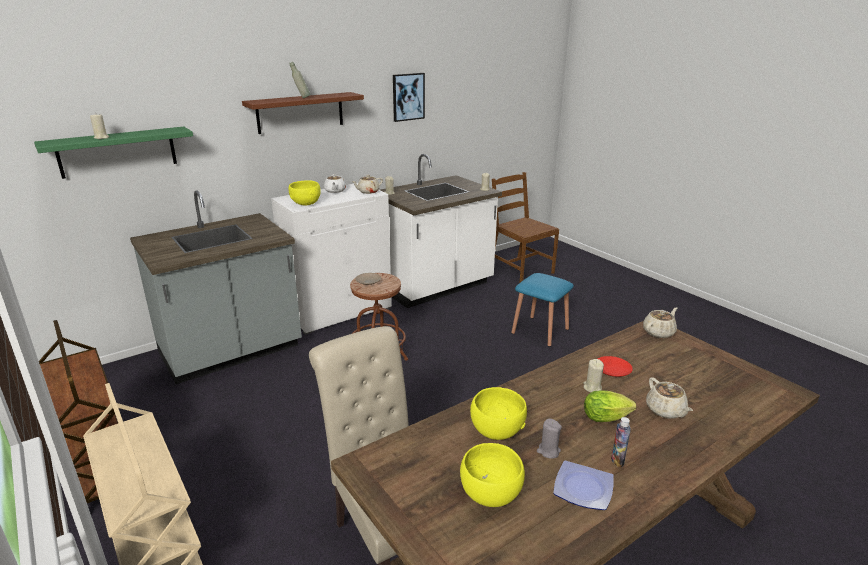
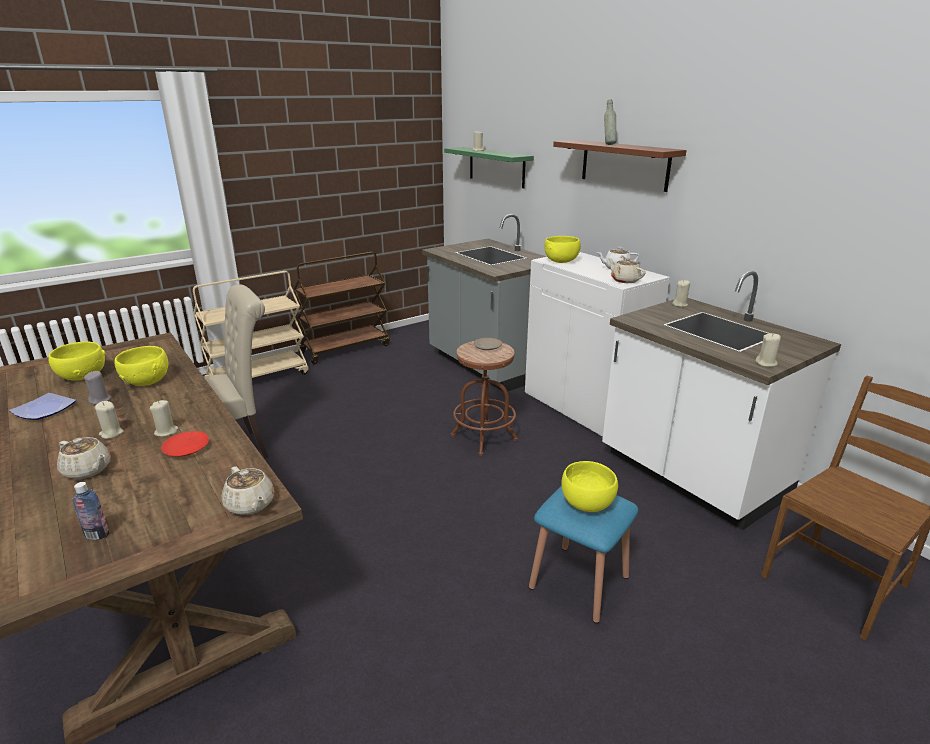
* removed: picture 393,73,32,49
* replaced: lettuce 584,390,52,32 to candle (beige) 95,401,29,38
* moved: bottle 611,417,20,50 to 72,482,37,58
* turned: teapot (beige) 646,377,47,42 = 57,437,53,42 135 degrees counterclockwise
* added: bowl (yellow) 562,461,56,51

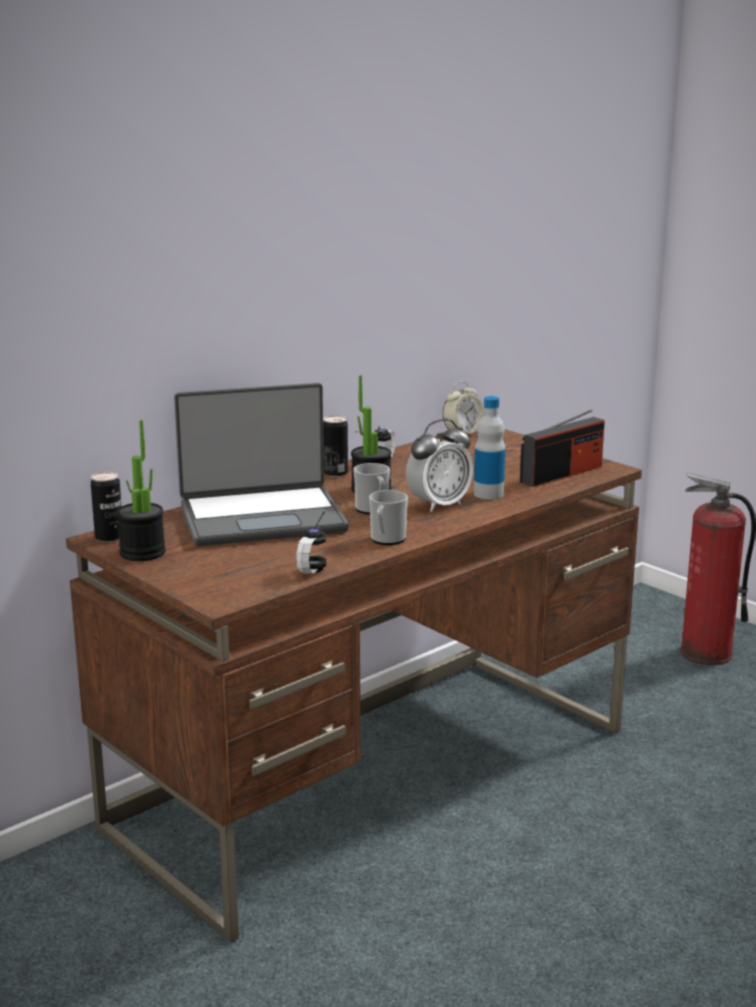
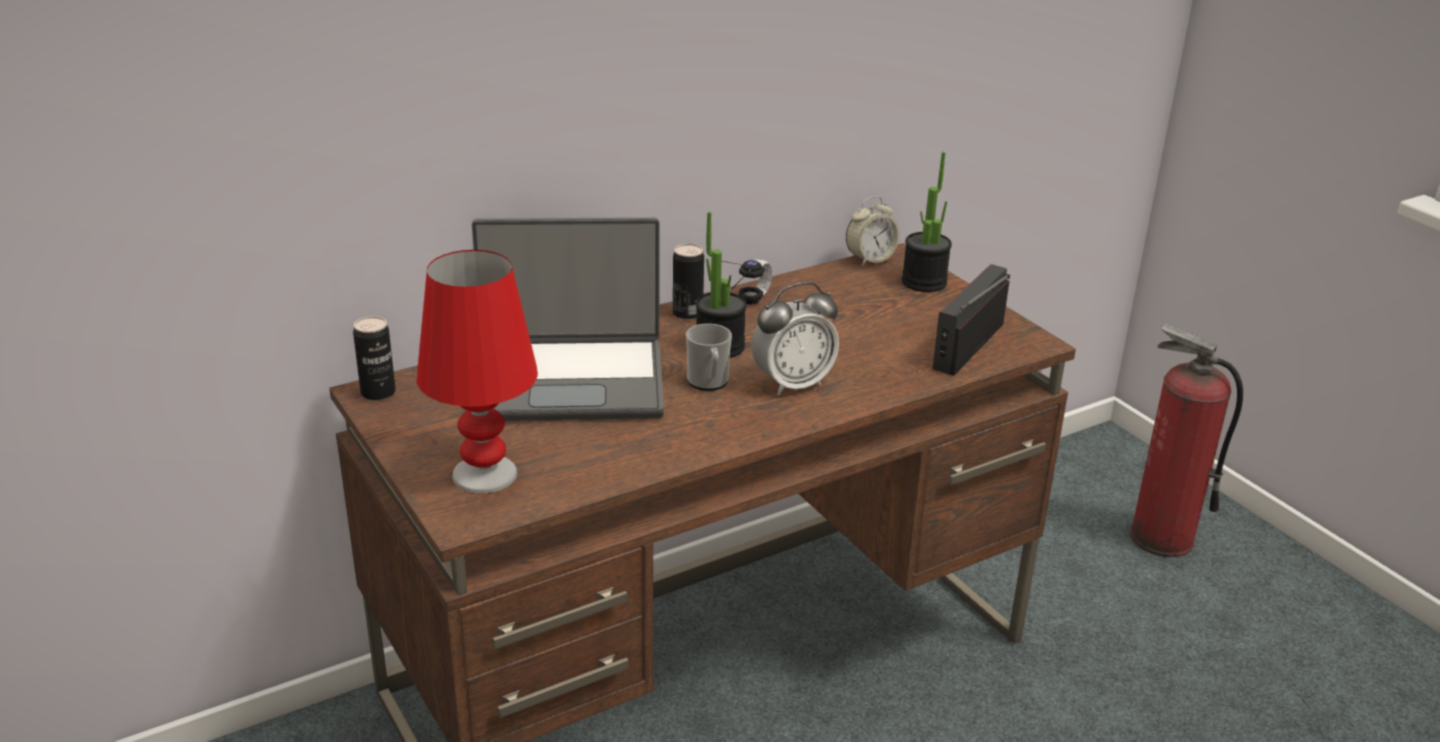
* moved: potted plant 117,420,49,141 to 902,152,50,140
* removed: headphones 296,509,52,64
* removed: mug 369,490,39,55
* removed: bottle 474,396,31,103
* turned: radio 520,409,85,78 = 932,264,78,112 150 degrees clockwise
* added: table lamp (red) 417,250,121,243

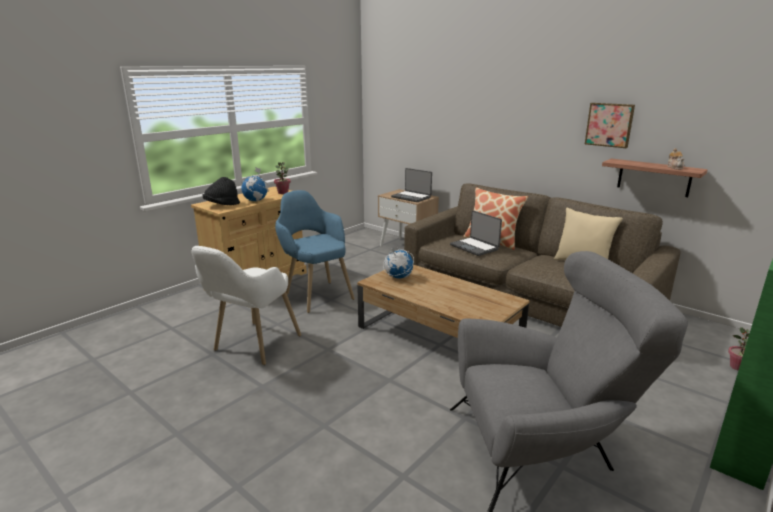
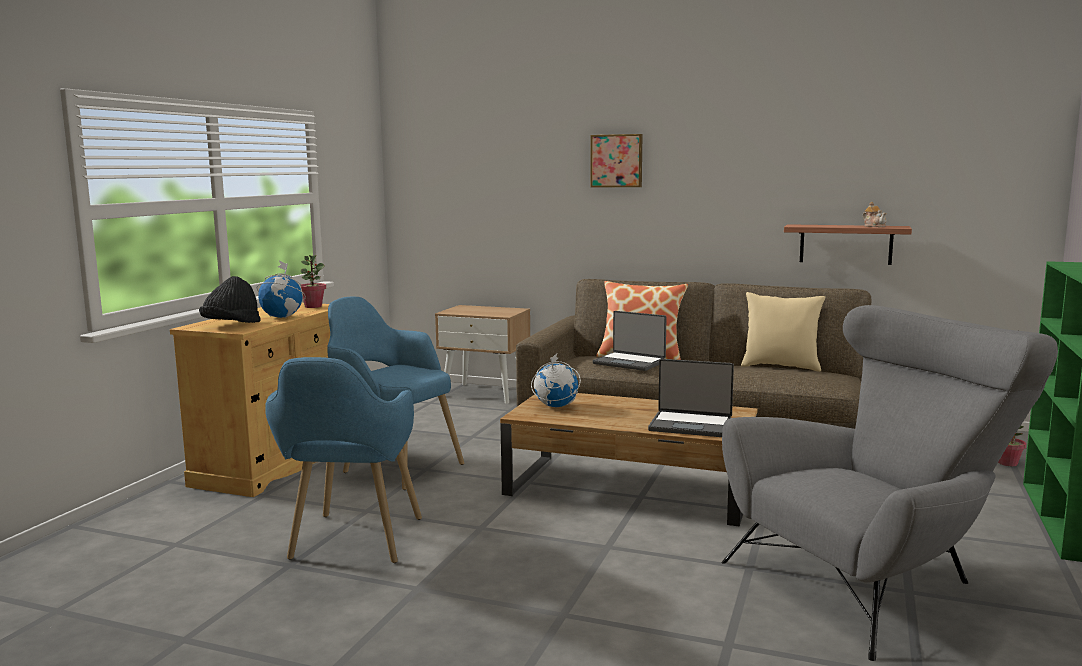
* recoloured: armchair (white) 191,246,110,119 to armchair (blue) 265,357,157,206
* moved: laptop 391,168,41,34 to 648,359,86,78
* moved: picture 585,103,50,45 to 591,134,51,53

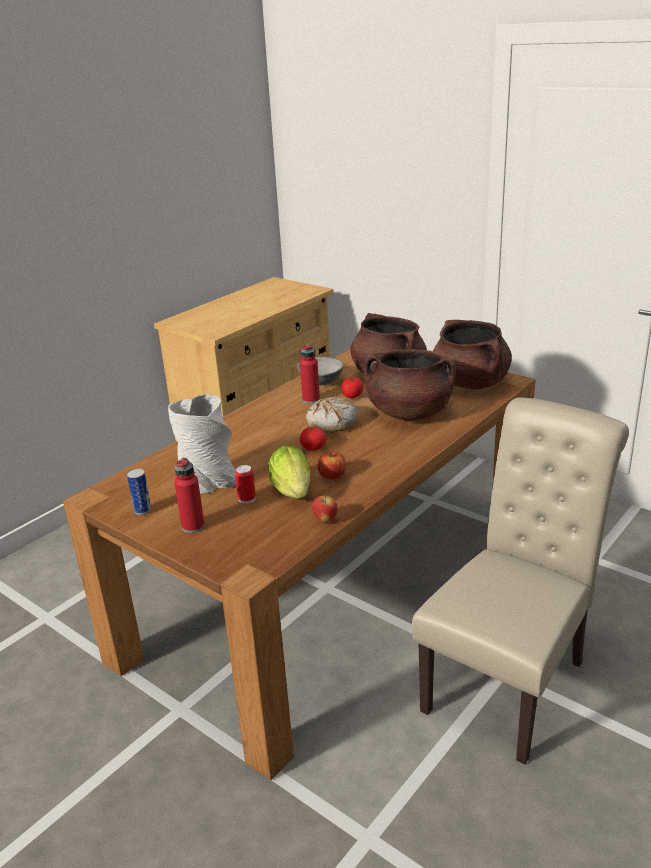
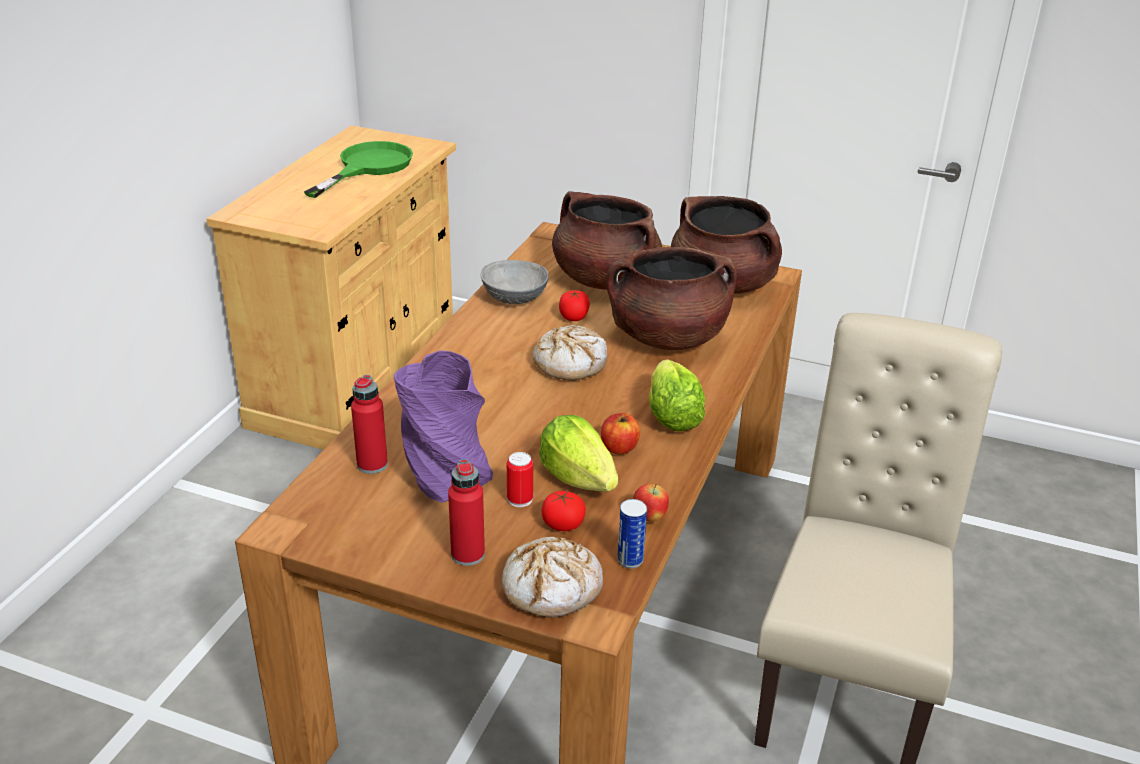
* moved: can 127,469,24,46 to 617,499,30,70
* recoloured: vase (grey) 168,394,68,100 to vase (purple) 393,350,100,153
* moved: bottle (red) 300,344,20,60 to 351,375,37,99
* moved: tomato 300,427,27,24 to 542,491,44,40
* added: frying pan (green) 304,141,109,57
* added: bread 501,536,102,82
* added: lettuce 649,359,56,72

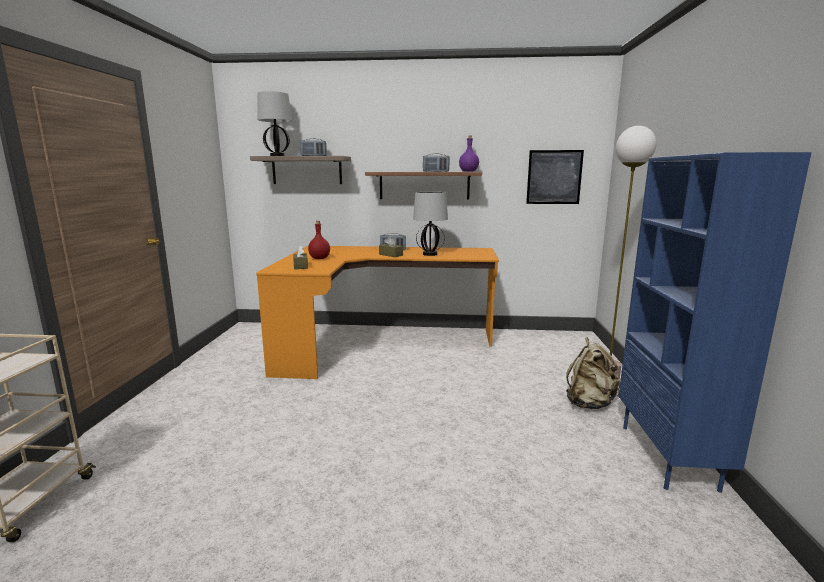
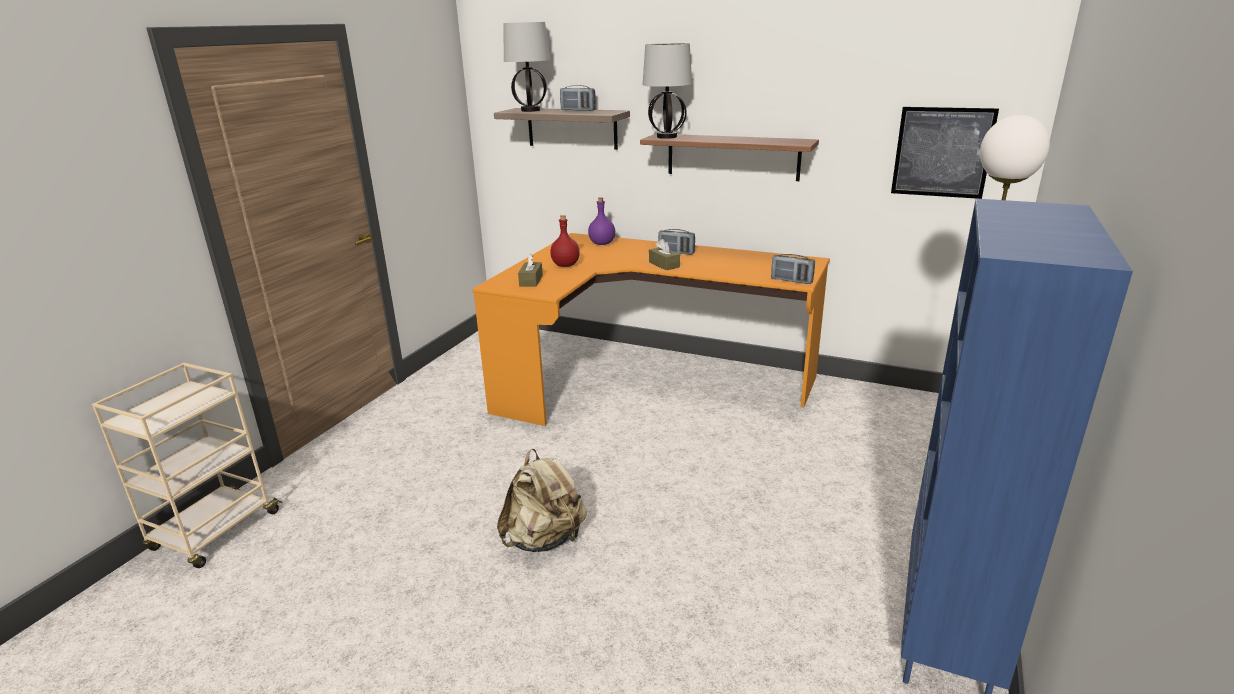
* moved: table lamp 413,192,35,64 to 643,43,49,96
* moved: radio 423,154,26,18 to 771,254,44,30
* moved: bottle (purple) 459,135,20,37 to 588,197,27,48
* moved: backpack (beige) 566,337,54,72 to 497,449,90,103

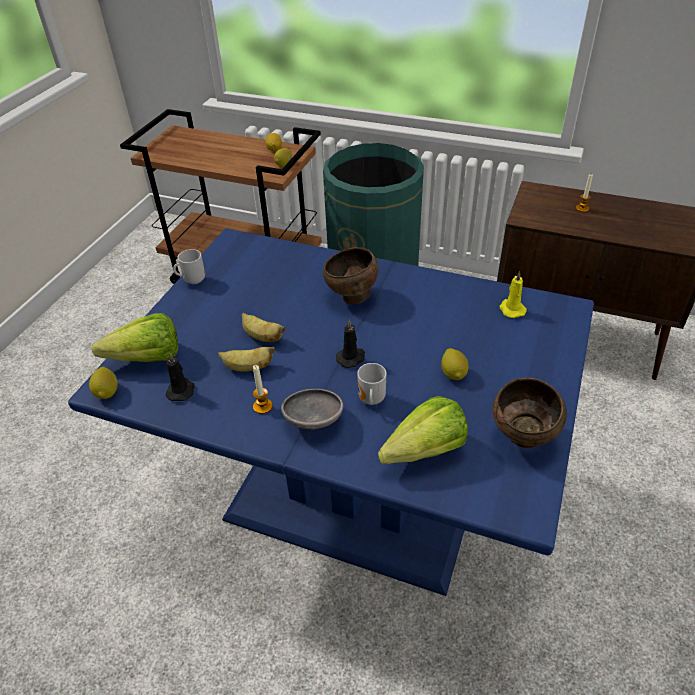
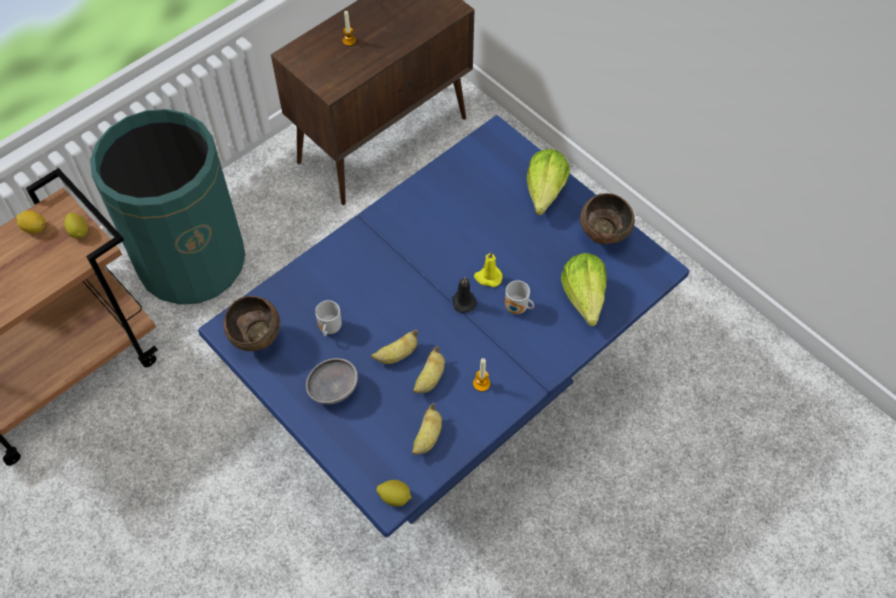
* moved: lettuce 92,313,86,49 to 527,149,43,66
* replaced: candle (black) 166,352,29,49 to banana 412,403,30,52
* moved: mug 173,249,32,35 to 315,300,27,36
* moved: bowl (grey) 281,389,62,40 to 306,358,52,47
* moved: bowl (brown) 323,247,55,57 to 223,296,57,55
* removed: lemon 441,348,27,32
* moved: candle (yellow) 499,271,28,47 to 474,252,29,35

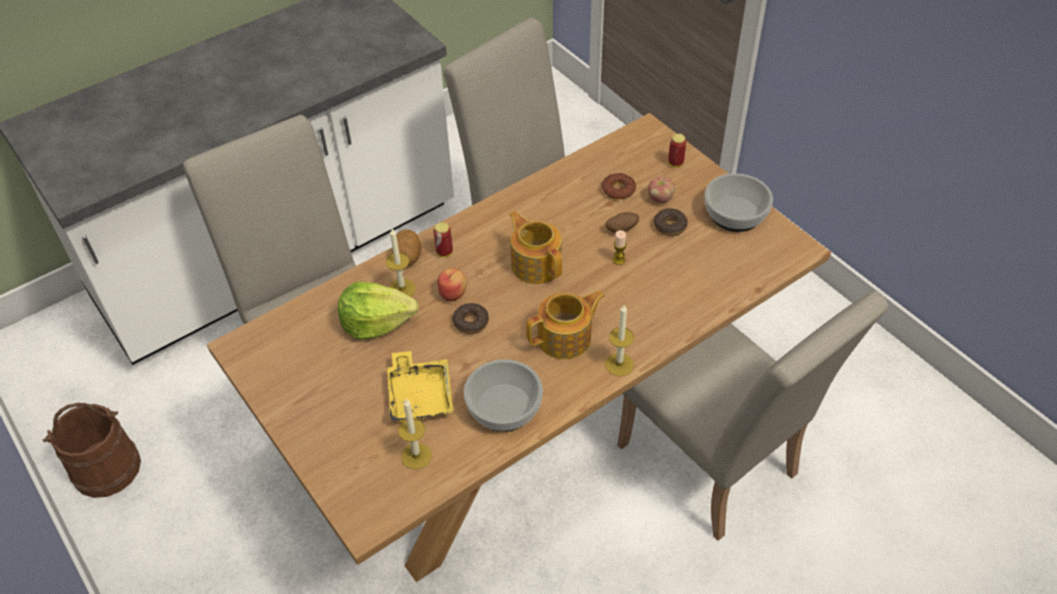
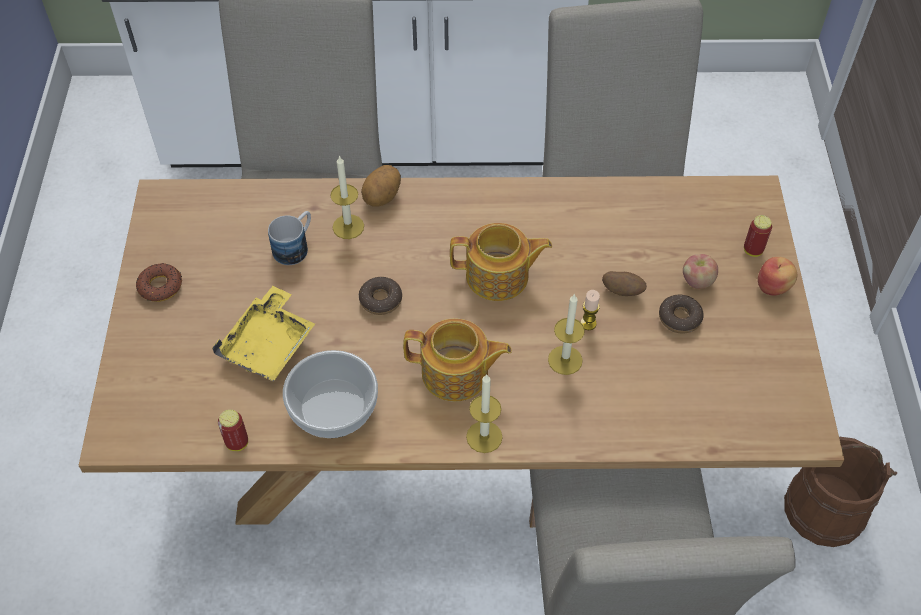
* moved: bucket (brown) 42,403,99,95 to 784,437,113,110
* replaced: lettuce 338,282,81,58 to mug 268,211,43,54
* moved: candle 399,399,33,70 to 548,293,37,82
* moved: can 433,222,20,35 to 218,409,30,42
* moved: apple 438,268,29,33 to 758,257,39,39
* turned: teapot 509,211,53,73 = 450,223,102,78 90 degrees clockwise
* moved: donut 602,173,34,26 to 136,263,46,39
* removed: bowl 705,173,68,59

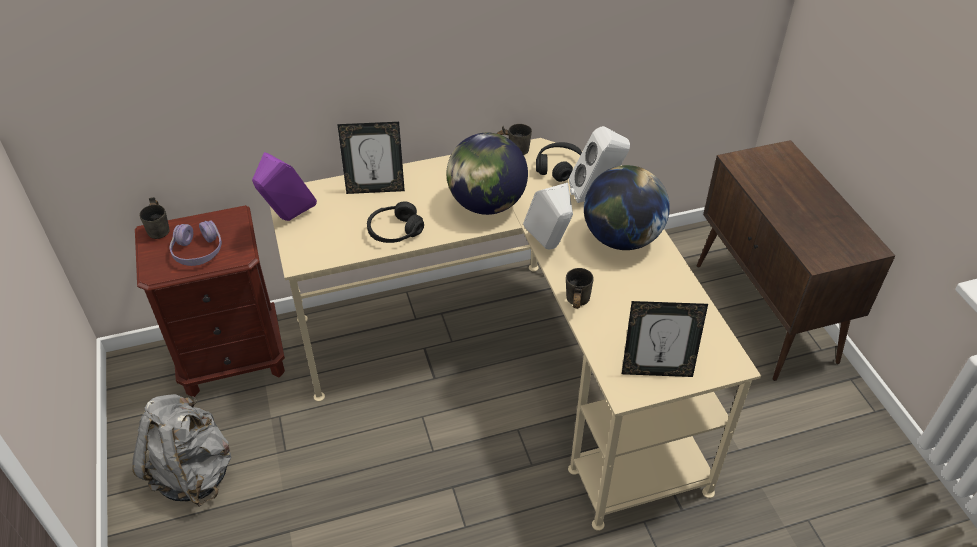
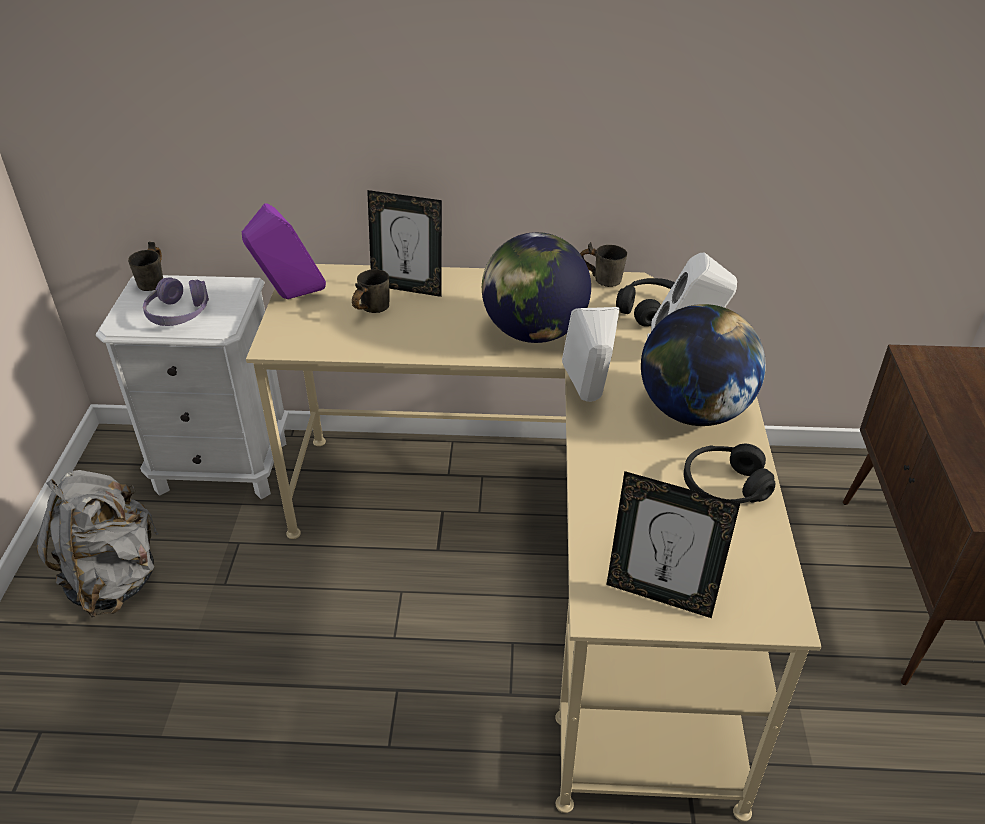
* recoloured: nightstand (brown) 135,205,150,192 to nightstand (white) 96,275,193,224
* moved: headphones (black) 367,202,57,41 to 684,444,91,59
* moved: mug (grey) 566,268,28,41 to 352,269,37,44

